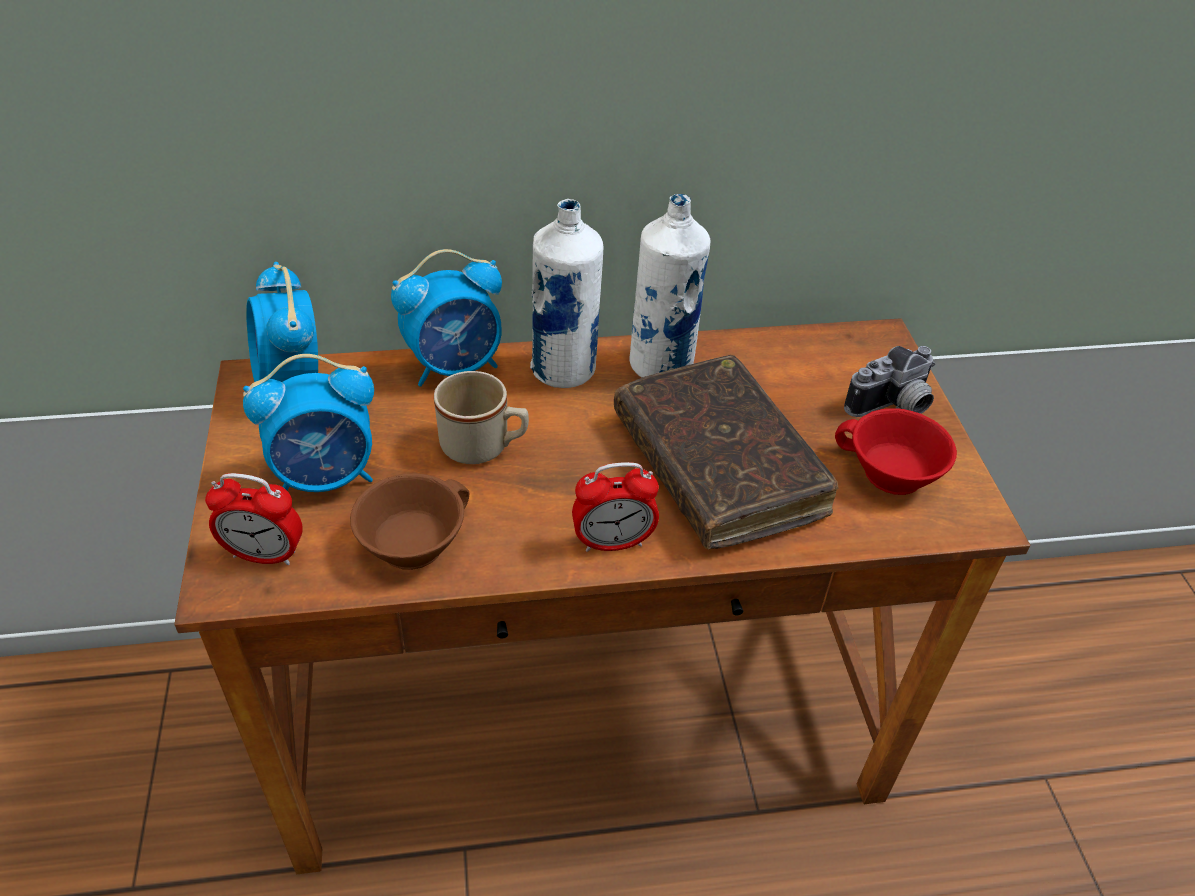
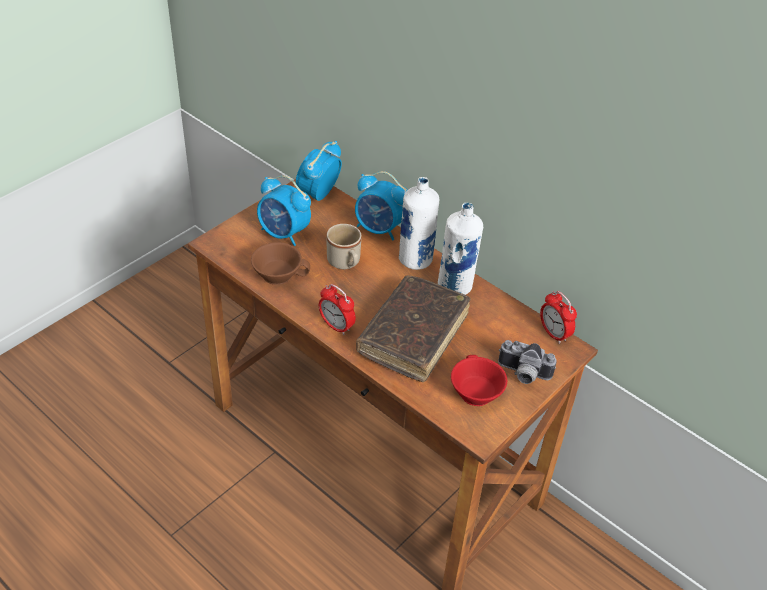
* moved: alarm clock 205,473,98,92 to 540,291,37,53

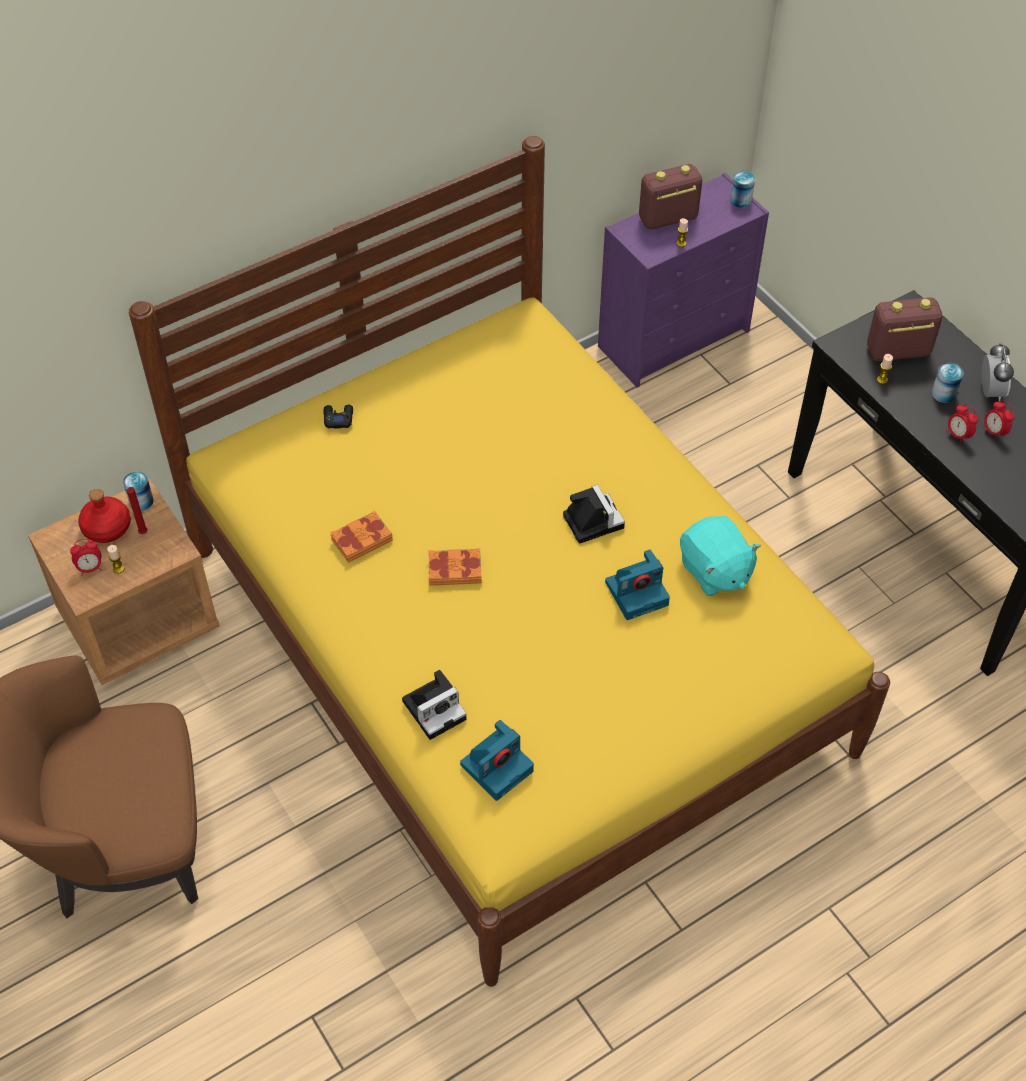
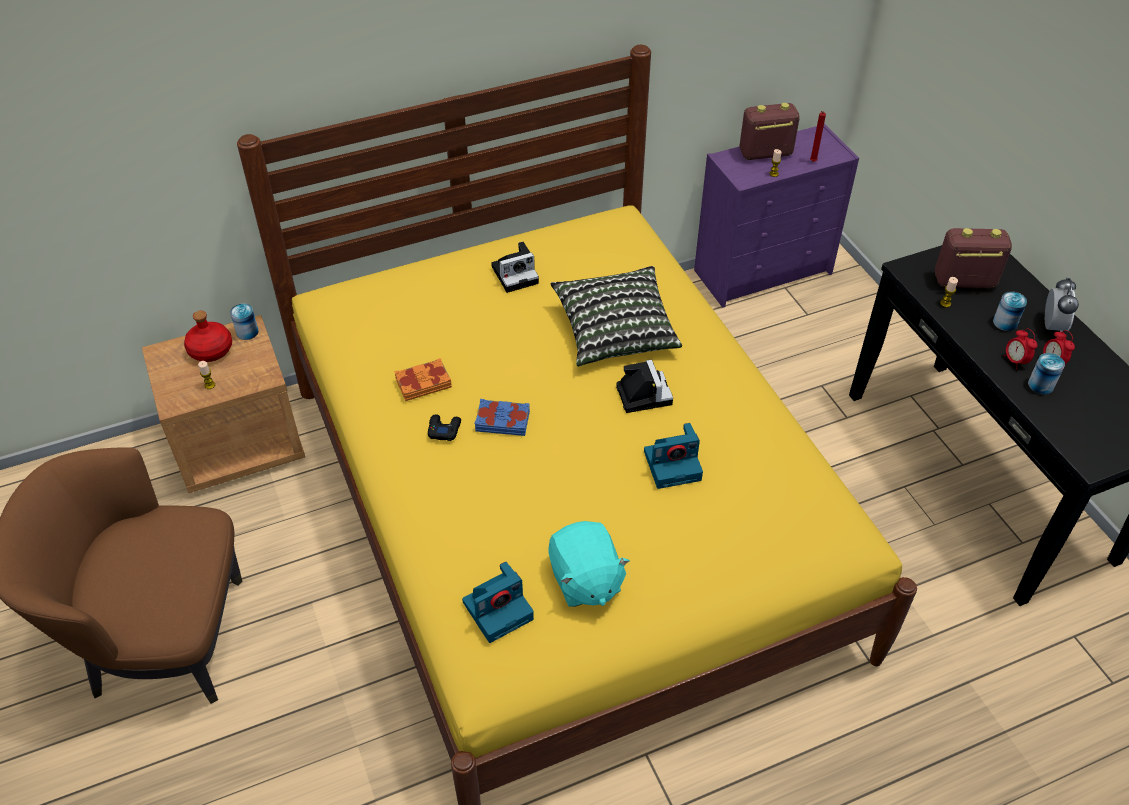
* removed: alarm clock 70,539,32,37
* moved: candle (red) 125,487,23,47 to 810,111,16,51
* moved: game controller (black) 323,405,30,24 to 428,414,33,27
* moved: photo camera 402,670,64,70 to 491,242,48,51
* recoloured: book (orange) 428,548,54,38 to book (blue) 474,399,56,37
* moved: plush toy (turquoise) 680,516,81,80 to 548,521,82,86
* moved: can 730,171,25,37 to 1028,353,37,41
* added: pillow 550,266,132,100

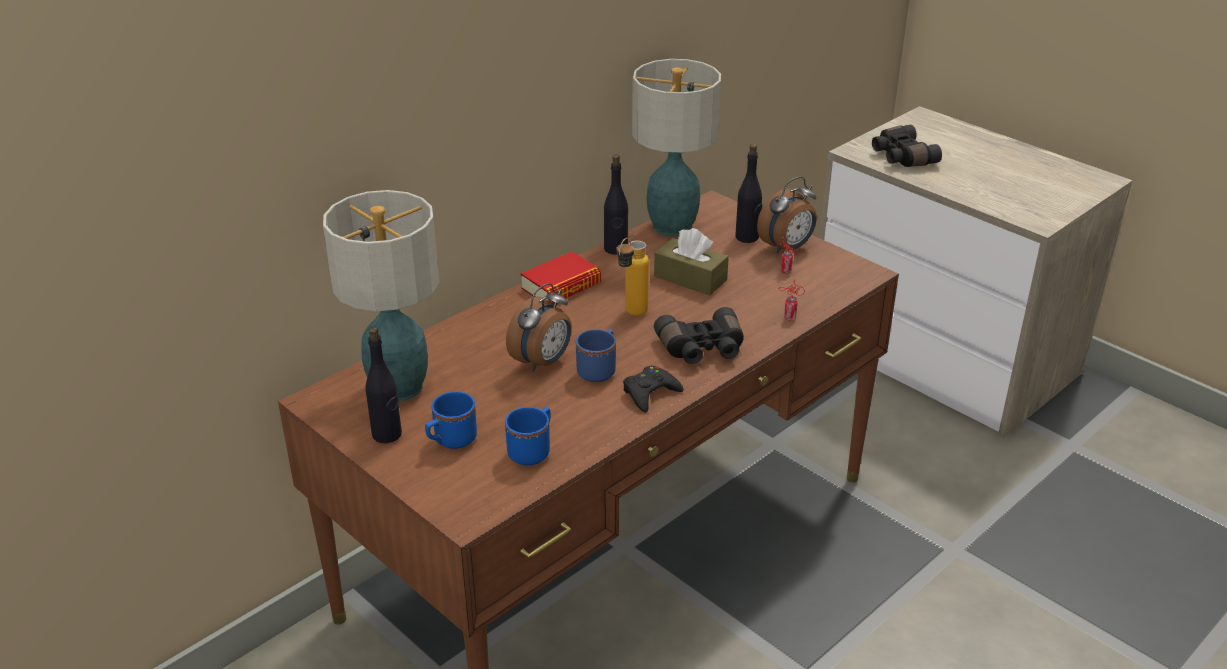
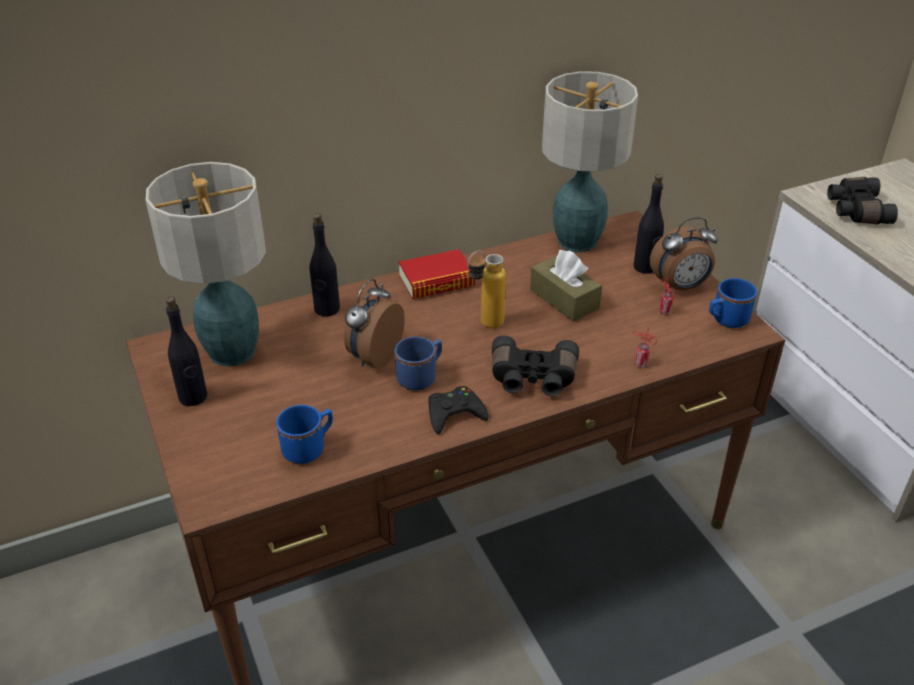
* moved: mug (blue) 425,391,52,58 to 709,278,48,50
* turned: alarm clock 506,283,65,89 = 344,279,61,89 150 degrees clockwise
* moved: bottle (black) 604,155,24,100 to 310,213,30,104

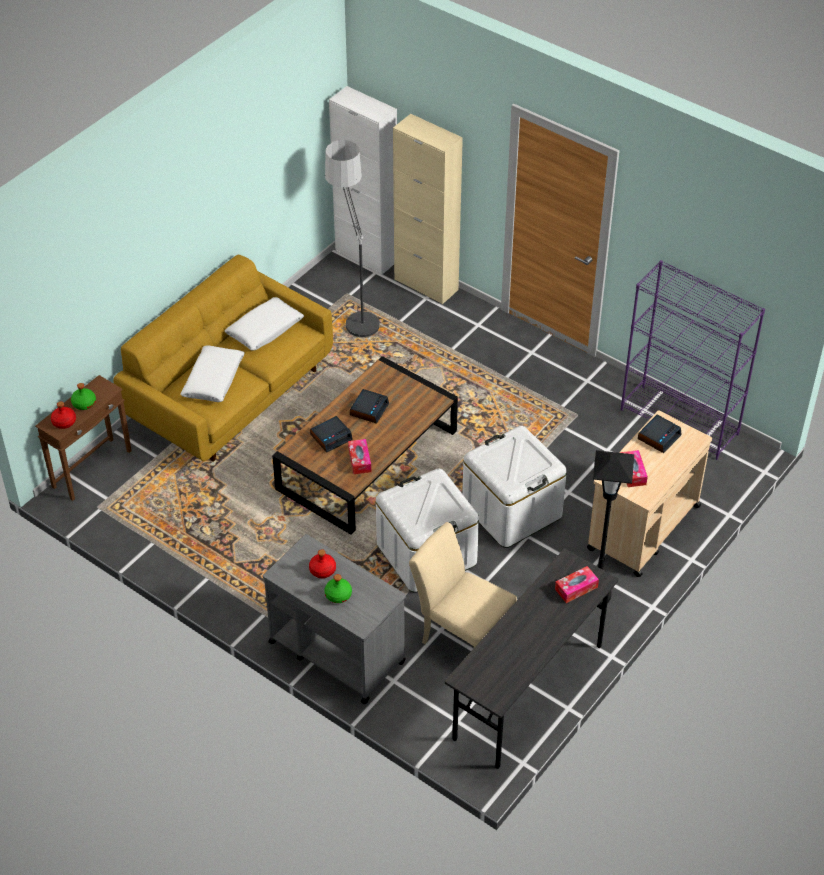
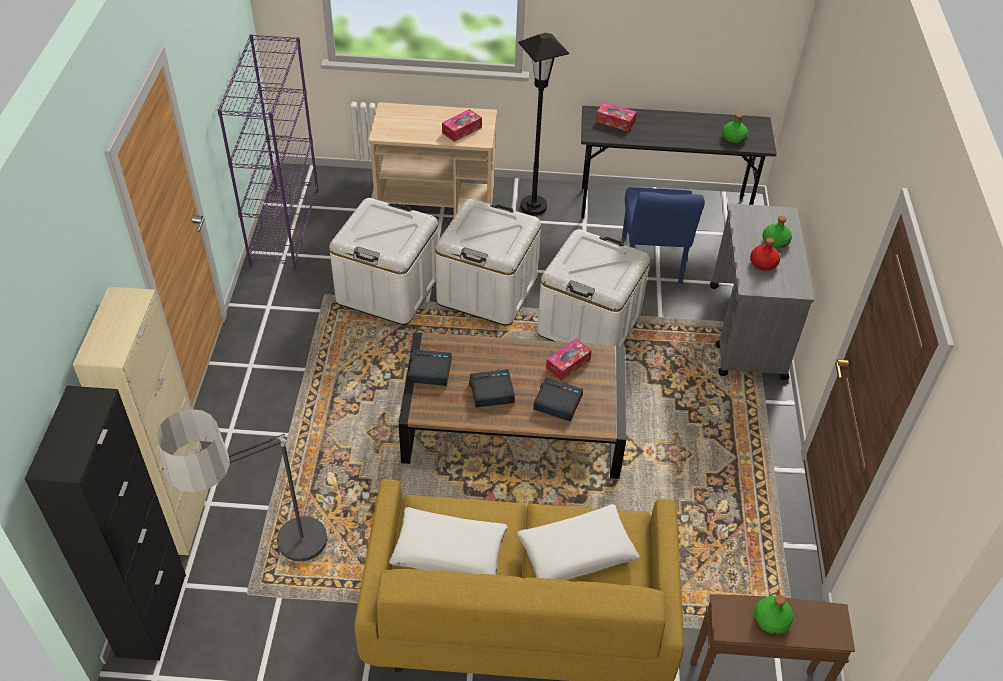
* removed: bottle (red) 51,402,25,27
* recoloured: cabinet (white) 329,86,68,189 to cabinet (black) 25,386,161,275
* recoloured: chair (beige) 409,522,108,126 to chair (blue) 622,187,83,97
* moved: alarm clock 638,415,44,38 to 408,349,44,37
* added: storage box (white) 329,198,109,127
* added: bottle (green) 722,113,26,30

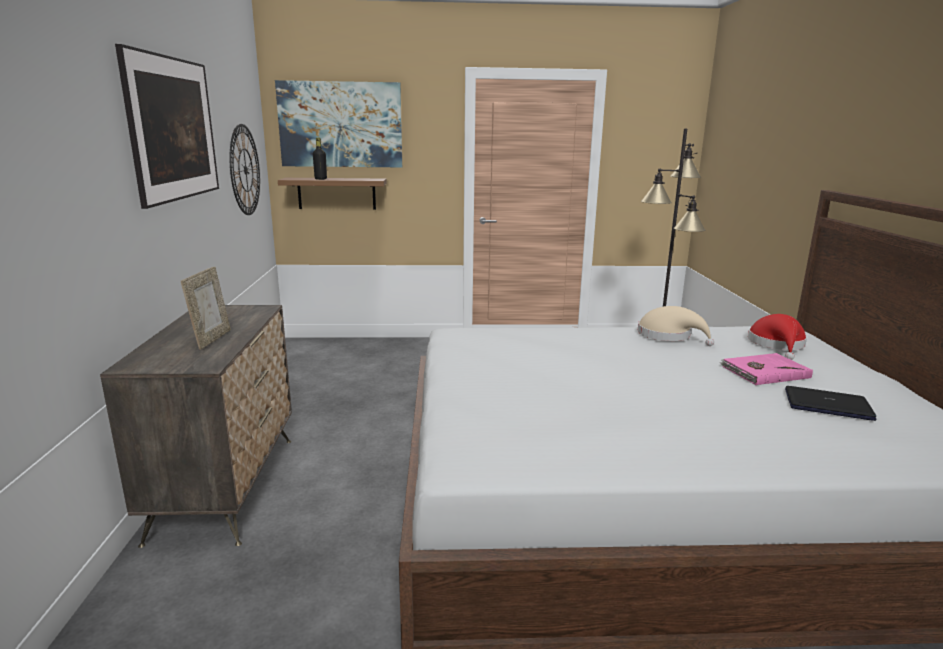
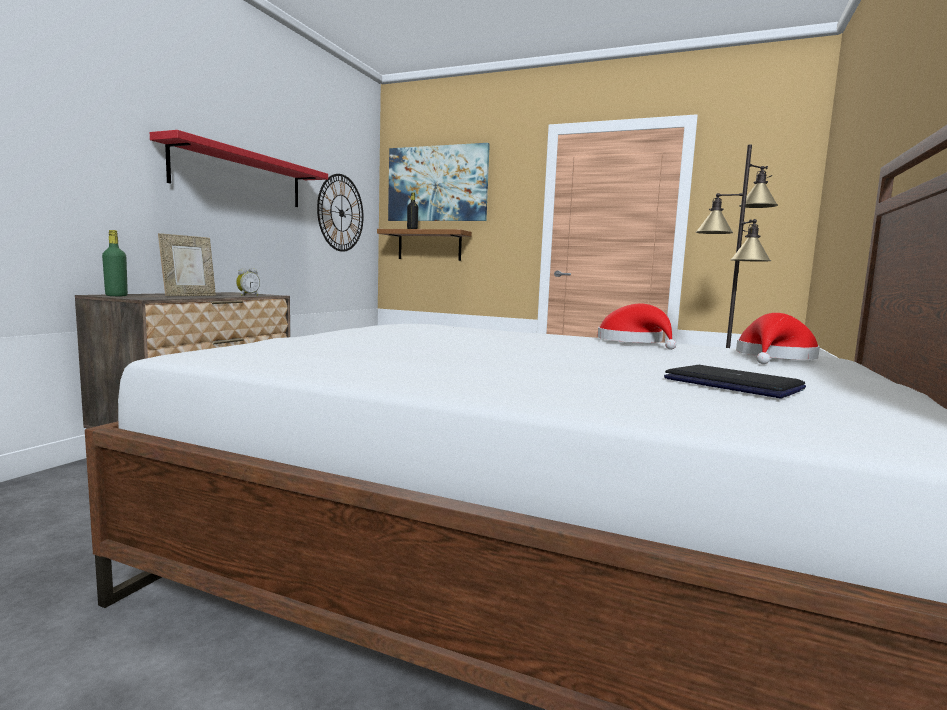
* replaced: picture 115,44,104,165 to shelf (red) 150,130,178,77
* recoloured: hat (beige) 638,306,76,40 to hat (red) 597,303,79,47
* removed: book (pink) 720,353,93,32
* added: bottle (green) 102,230,26,66
* added: alarm clock 236,268,24,28

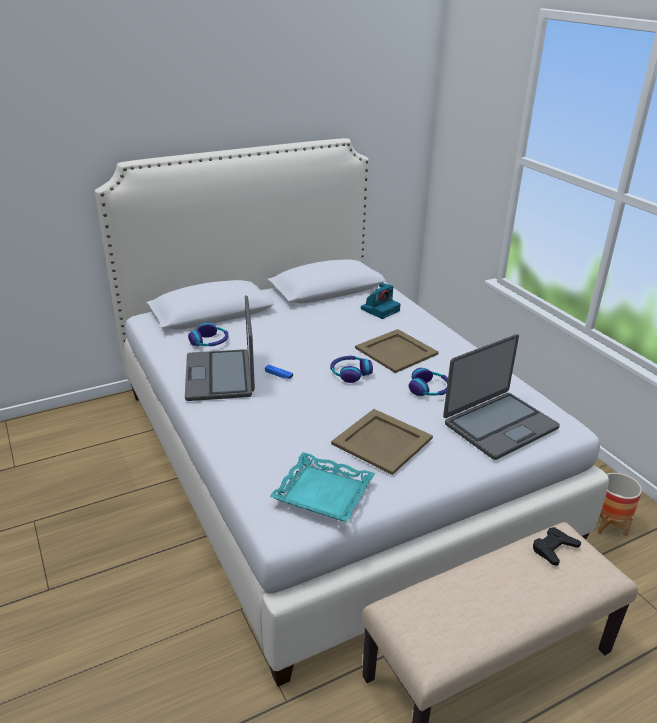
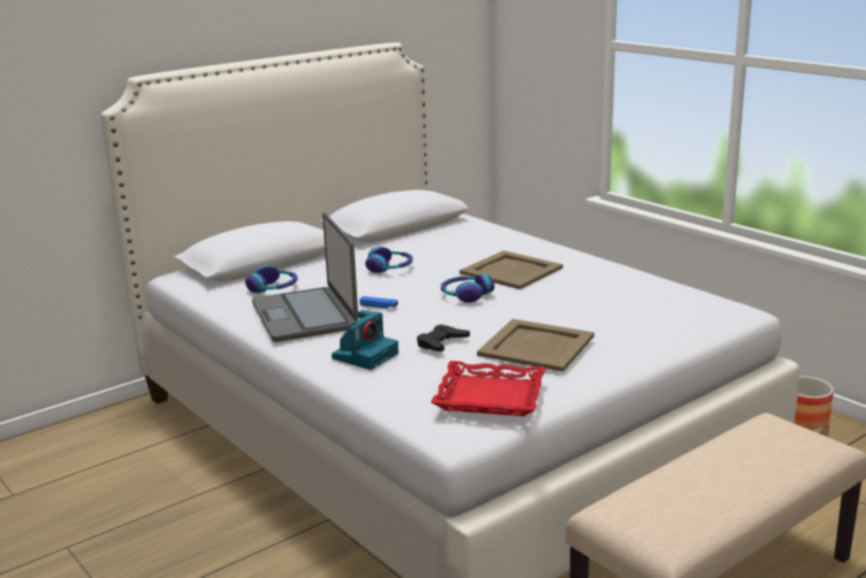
* recoloured: tray (turquoise) 269,452,106,70 to tray (red) 431,361,115,55
* moved: photo camera 361,283,39,36 to 332,310,67,60
* moved: headphones 409,368,39,28 to 365,247,48,26
* removed: laptop 443,334,117,126
* moved: game controller (black) 533,527,48,39 to 417,324,53,28

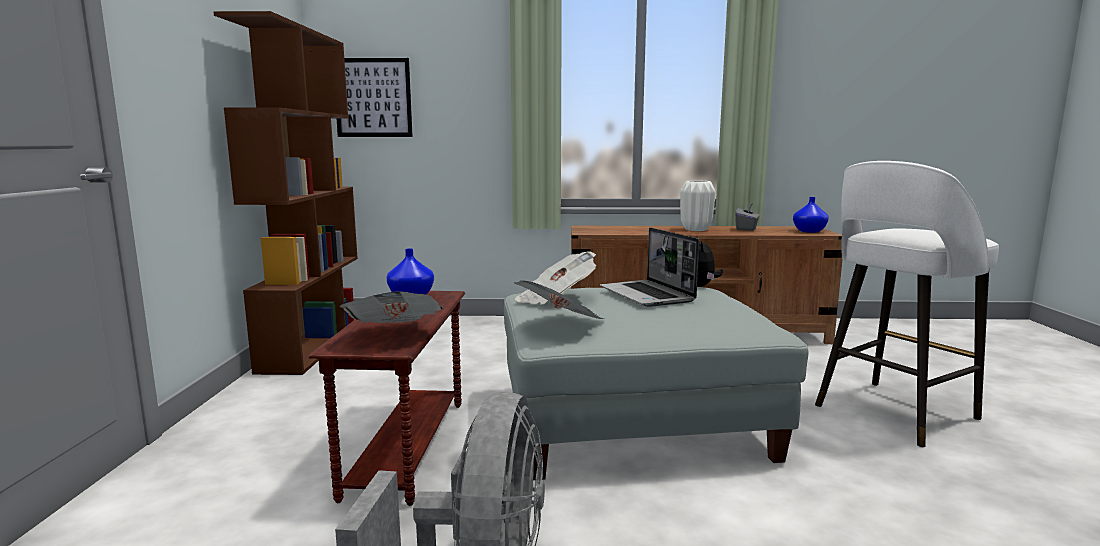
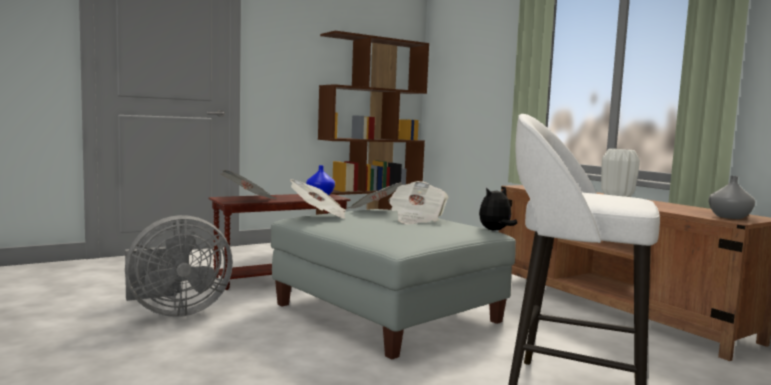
* removed: picture 337,58,76,79
* replaced: laptop 600,228,99,79 to newspaper 388,181,61,43
* removed: tissue box (grey) 735,203,25,28
* recoloured: vase (blue) 793,197,36,36 to vase (grey) 709,176,46,43

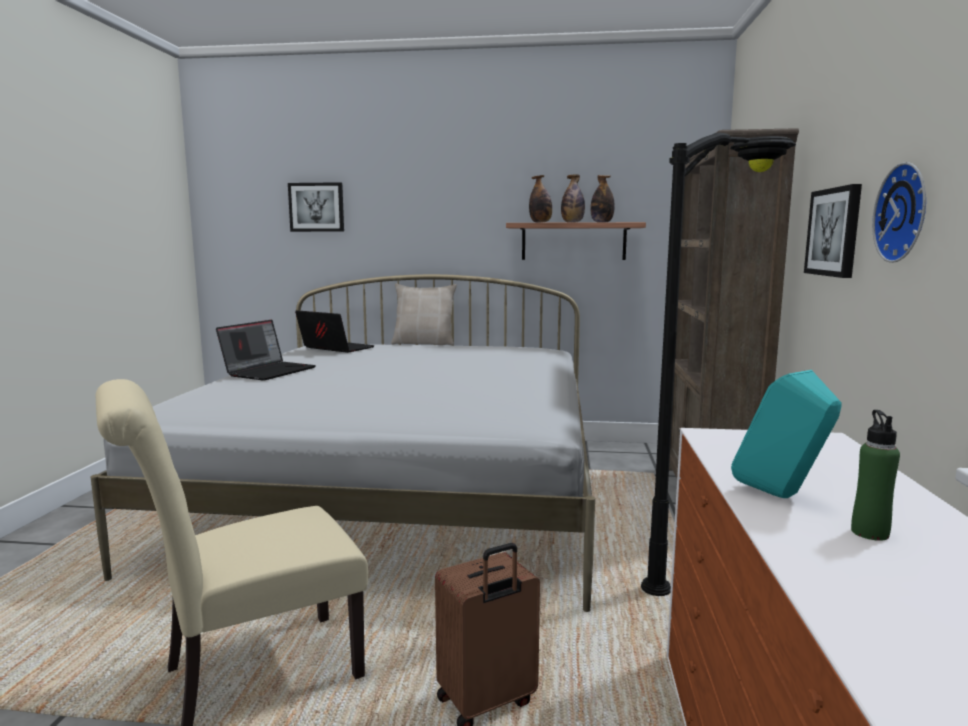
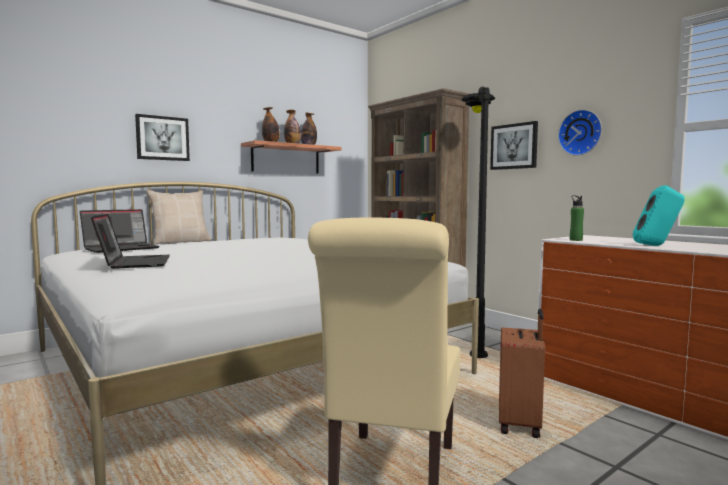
* moved: picture 288,182,56,50 to 135,114,55,47
* turned: laptop 295,310,79,43 = 80,209,80,44 150 degrees clockwise
* moved: bottle (green) 851,410,49,131 to 570,195,14,46

